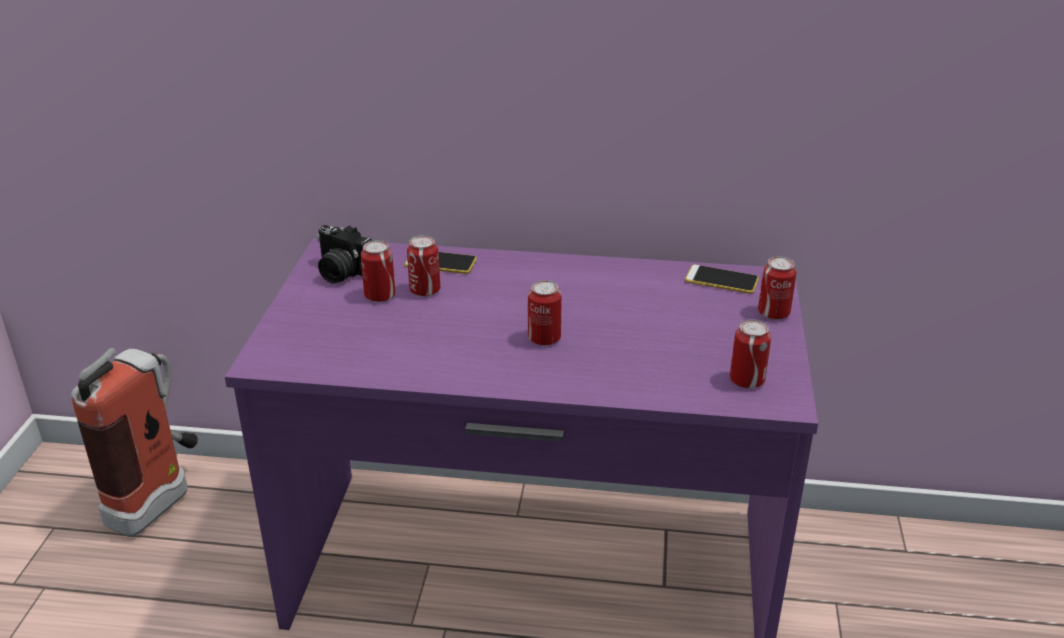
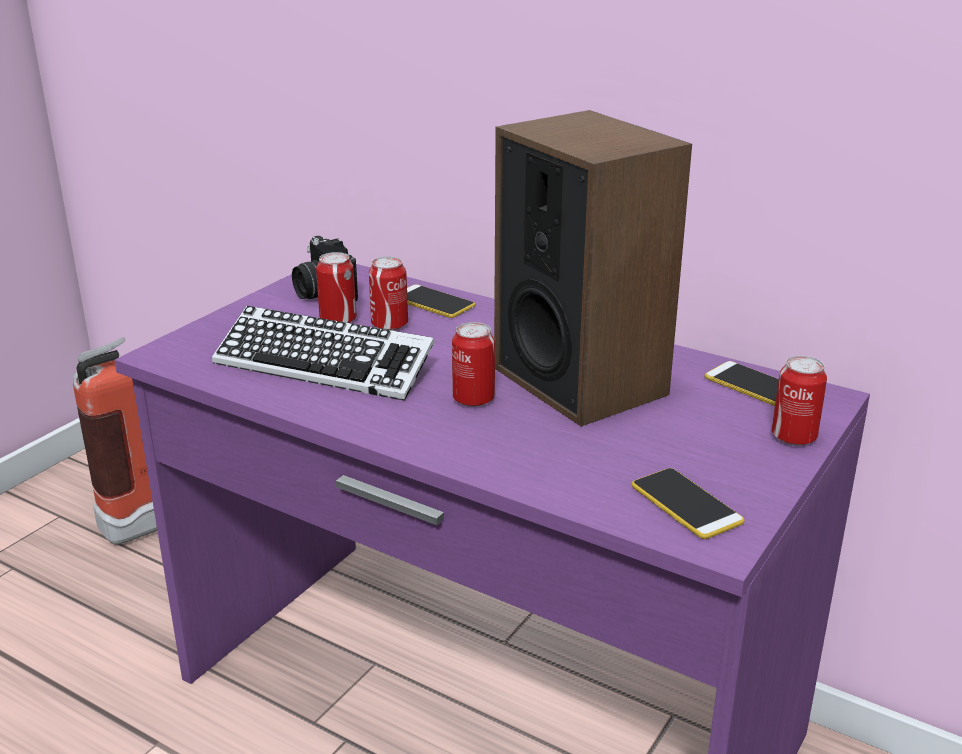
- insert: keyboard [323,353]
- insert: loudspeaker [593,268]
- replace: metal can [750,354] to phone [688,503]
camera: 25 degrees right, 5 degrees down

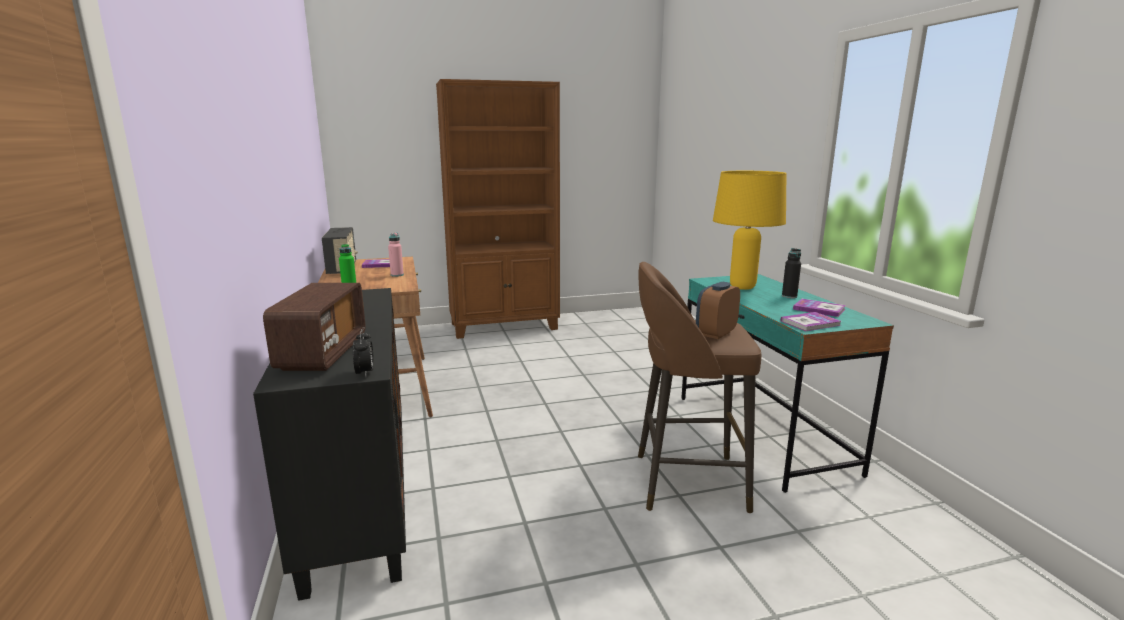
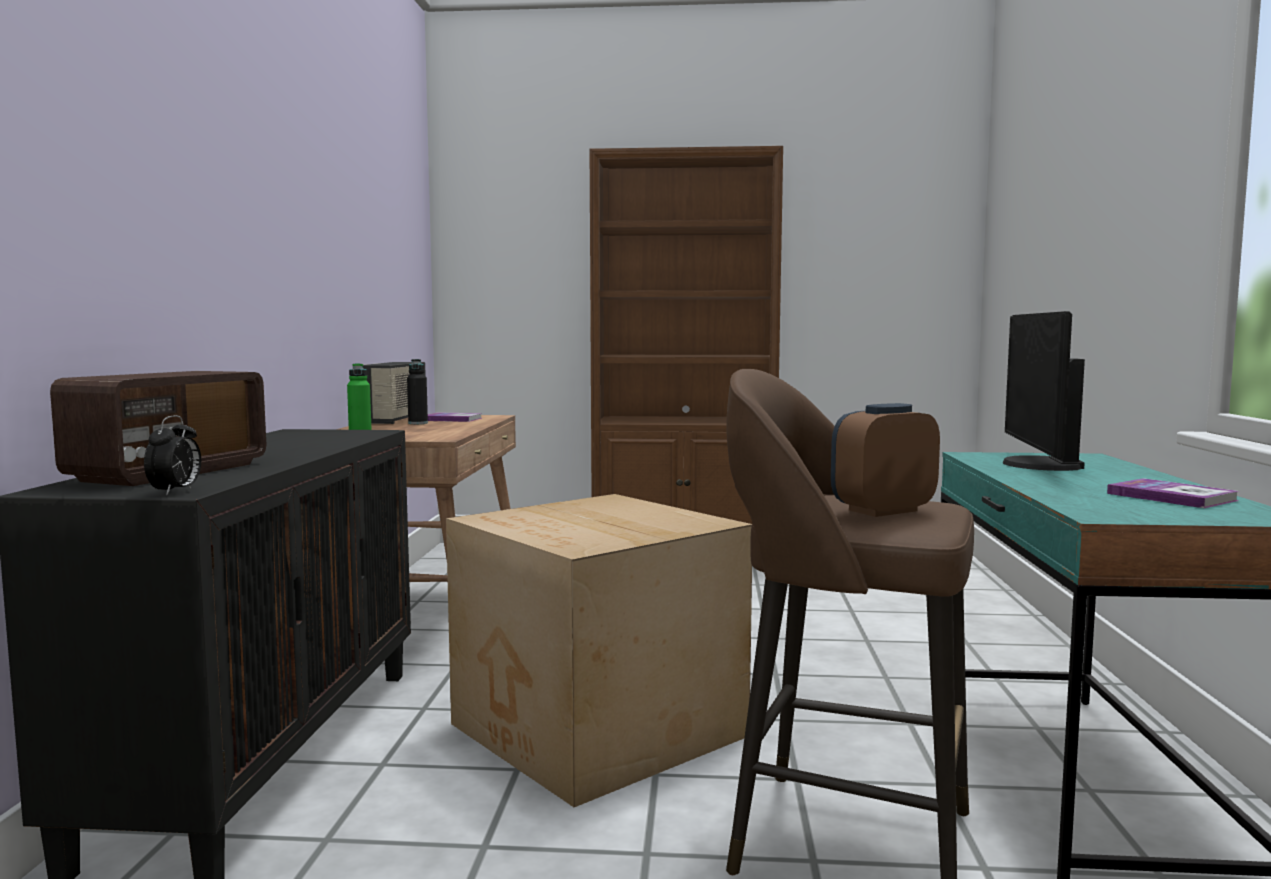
- move: blackish beverage bottle [791,273] to [417,391]
- insert: cardboard box [599,650]
- replace: yellow-coloured table lamp [750,230] to computer screen [1044,391]
- delete: pink-coloured beverage bottle [396,255]
- delete: volume [811,321]
camera: 20 degrees right, 10 degrees down

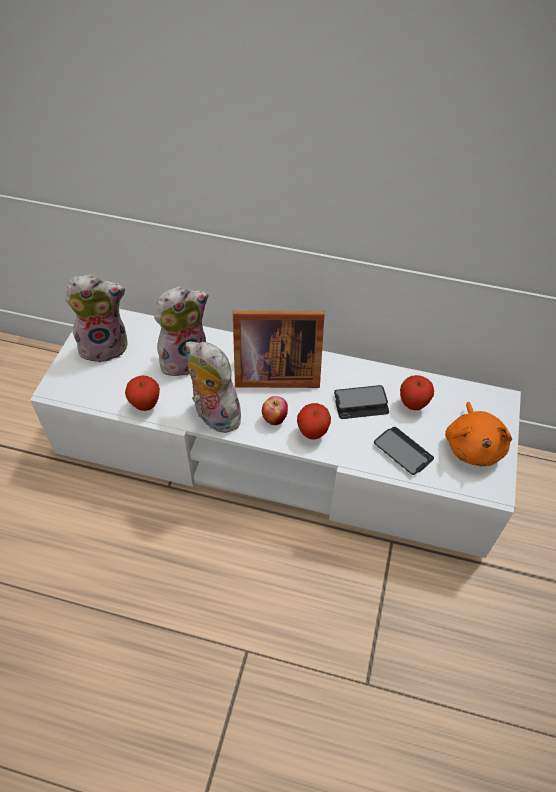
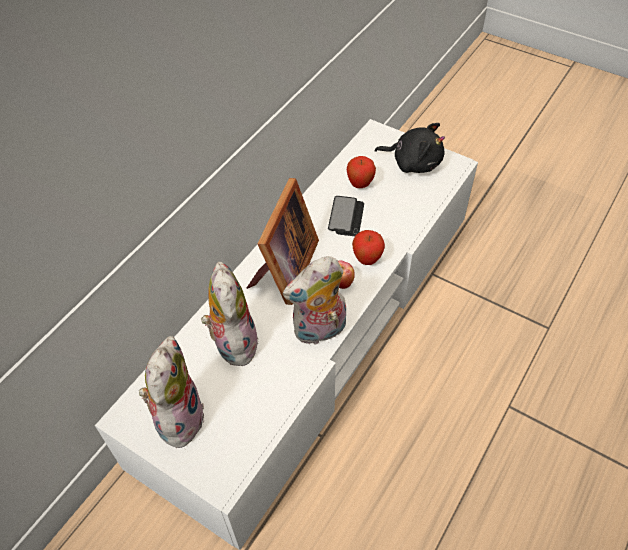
- recolor: orange cuddly toy [478,434] to blackish cuddly toy [410,148]
- delete: whole apple [142,393]
- delete: phone [404,451]
camera: 70 degrees left, 0 degrees up

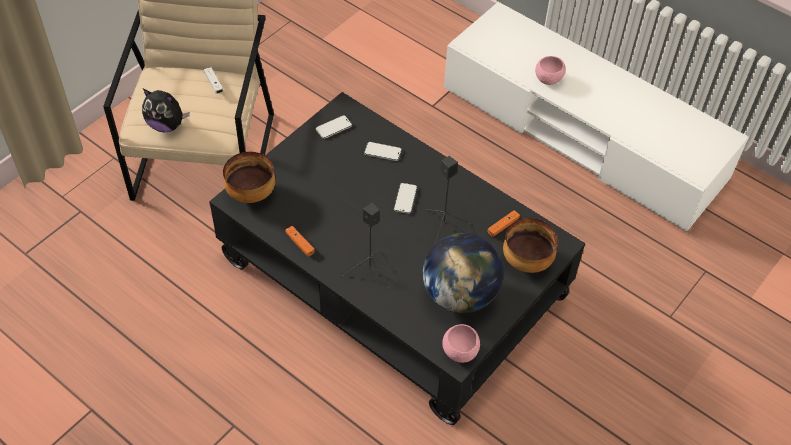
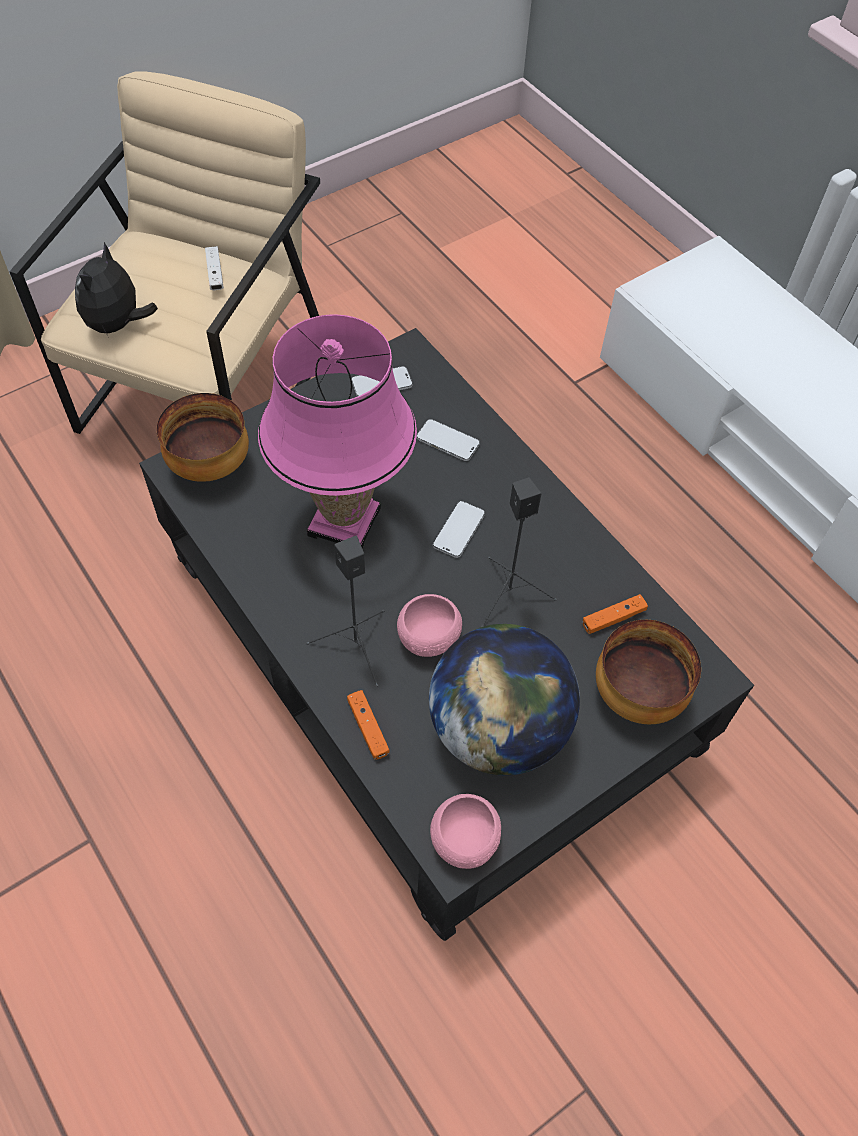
- rotate: cuddly toy [166,110] = [116,290] 75 degrees clockwise
- insert: pink-coloured table lamp [337,431]
- move: orange joypad [300,241] to [368,725]
- move: pink-coloured serving bowl [550,70] to [429,625]
camera: 15 degrees right, 5 degrees up

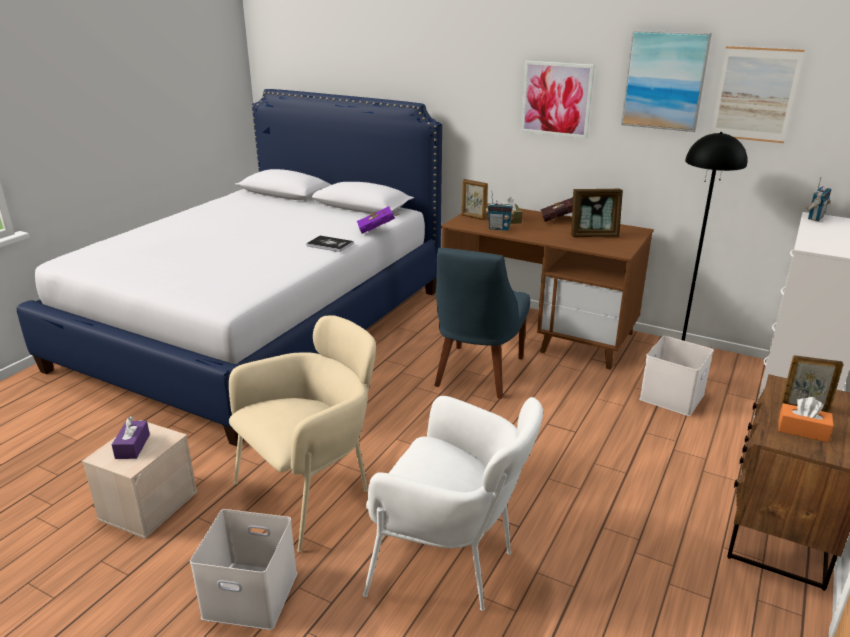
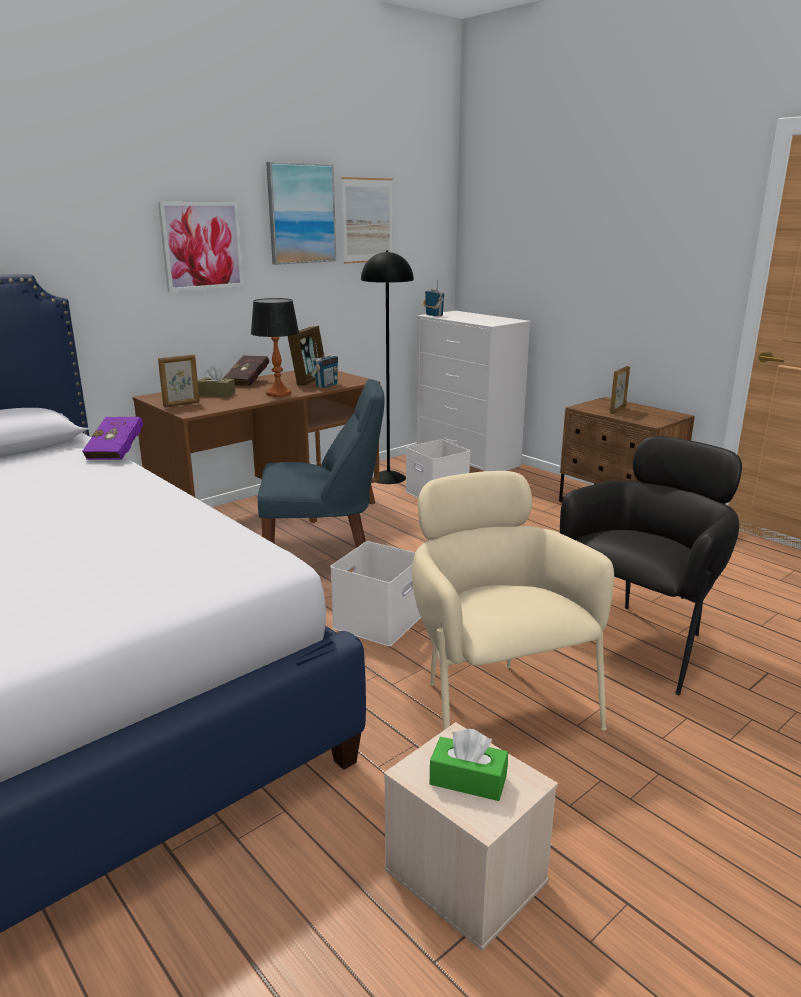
- insert: table lamp [275,347]
- rotate: blue plain chair [482,323] = [321,463] 45 degrees counterclockwise
- move: radio [500,210] to [324,365]
- move: white storage bin [243,569] to [375,593]
- recolor: purple tissue box [131,437] to green tissue box [469,765]
- recolor: white armchair [453,503] to blackish armchair [651,565]
- delete: volume [330,244]
- delete: orange tissue box [806,419]
camera: 70 degrees left, 5 degrees down

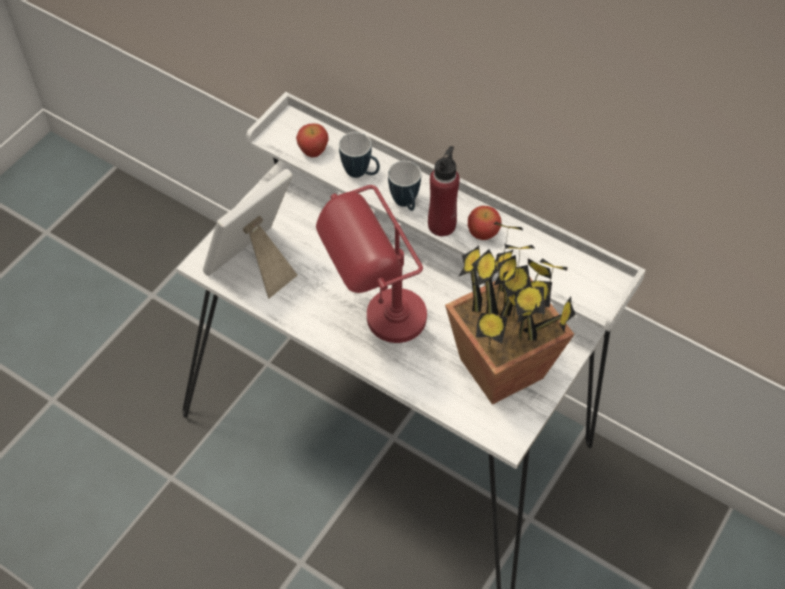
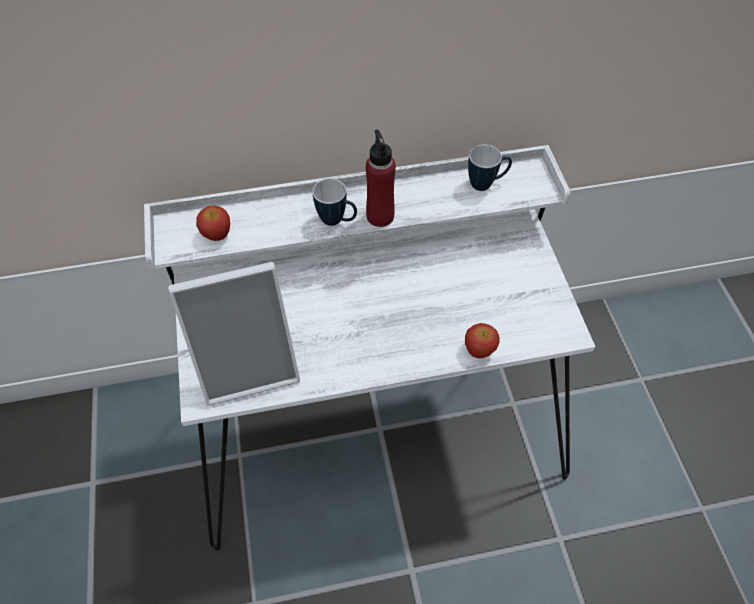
- rotate: photo frame [250,234] = [234,334] 105 degrees counterclockwise
- move: whole apple [484,223] to [482,340]
- move: mug [359,155] to [490,168]
- delete: red table lamp [371,264]
- delete: houseplant [510,313]
camera: 45 degrees left, 0 degrees up

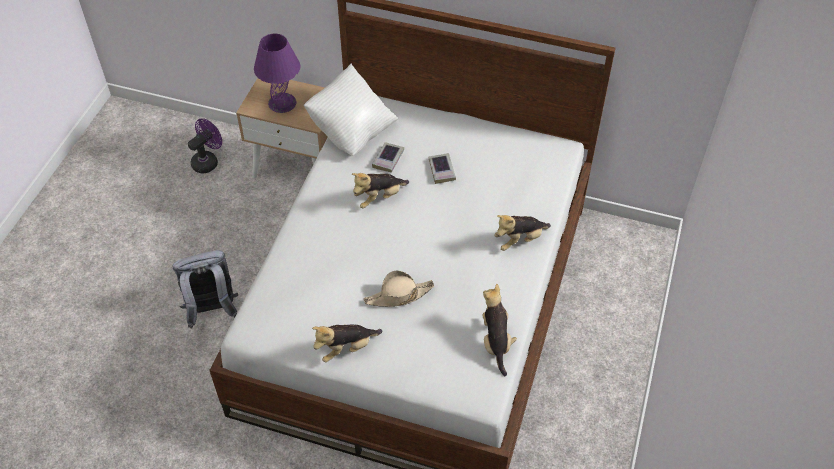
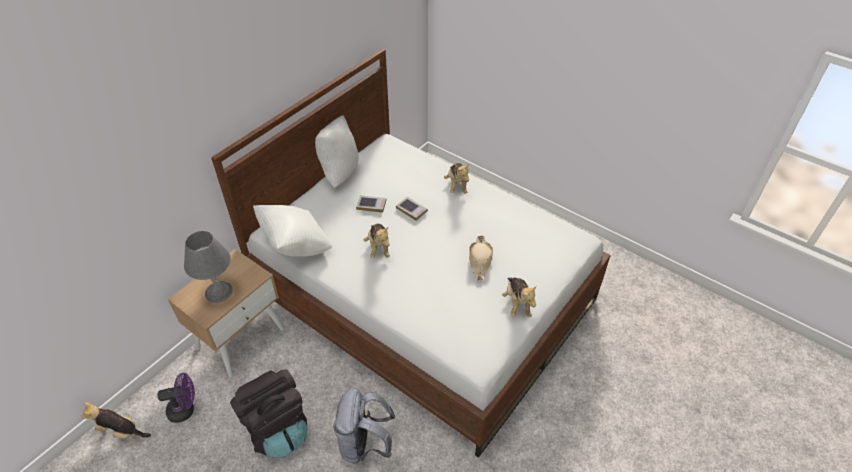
- move: cuddly toy [499,330] to [116,420]
- rotate: purple cooling fan [205,145] = [176,398] 105 degrees clockwise
- recolor: purple table lamp [277,73] to grey table lamp [208,267]
- insert: blackish knapsack [268,413]
- insert: white pillow [337,151]
- move: volume [388,157] to [412,209]
camera: 70 degrees left, 5 degrees down

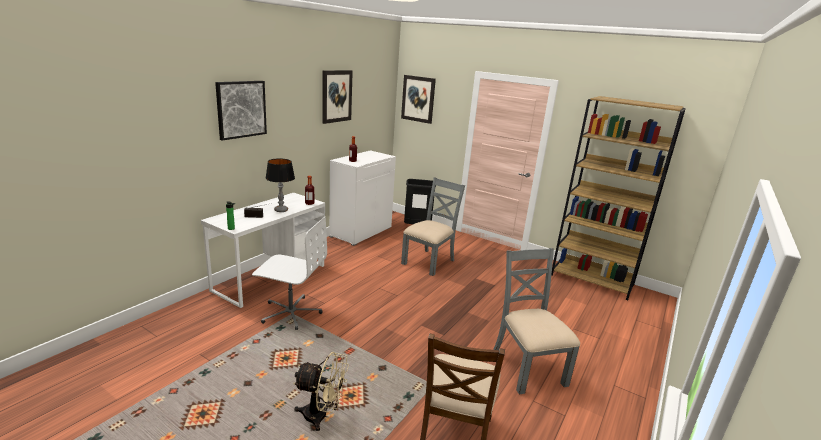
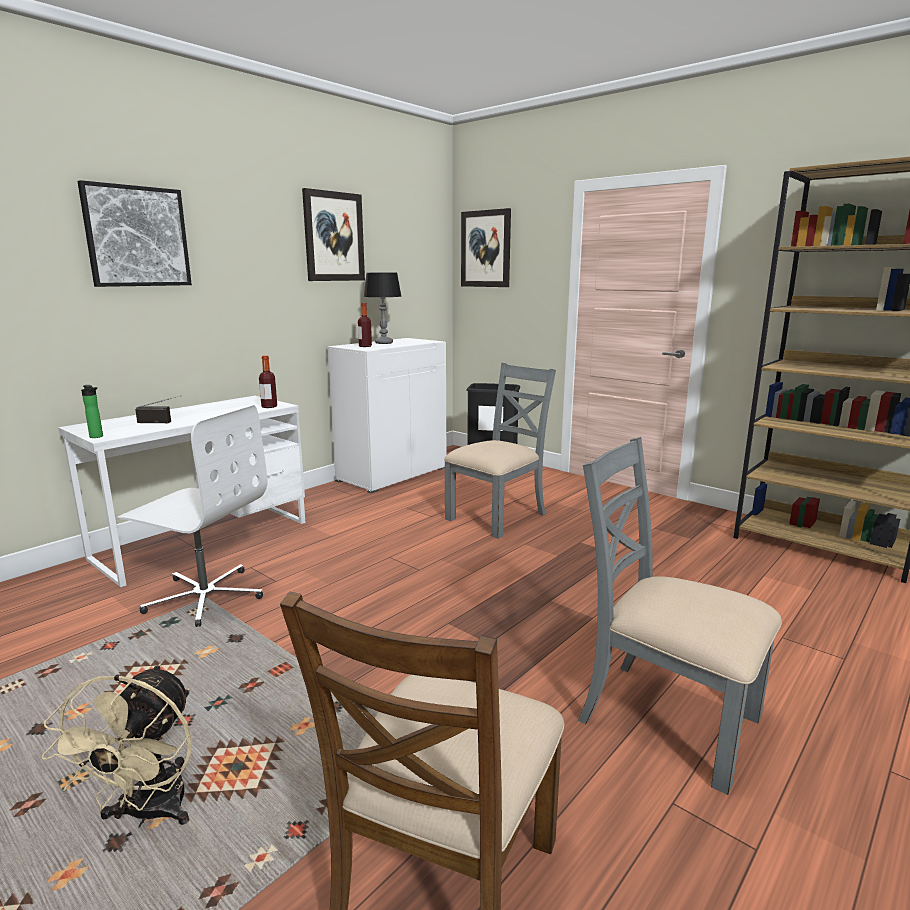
- rotate: beige cooling fan [321,391] = [117,746] 75 degrees clockwise
- move: table lamp [280,185] to [382,308]
- rotate: grey plain chair [536,321] = [680,616] 45 degrees counterclockwise
camera: 10 degrees right, 5 degrees down

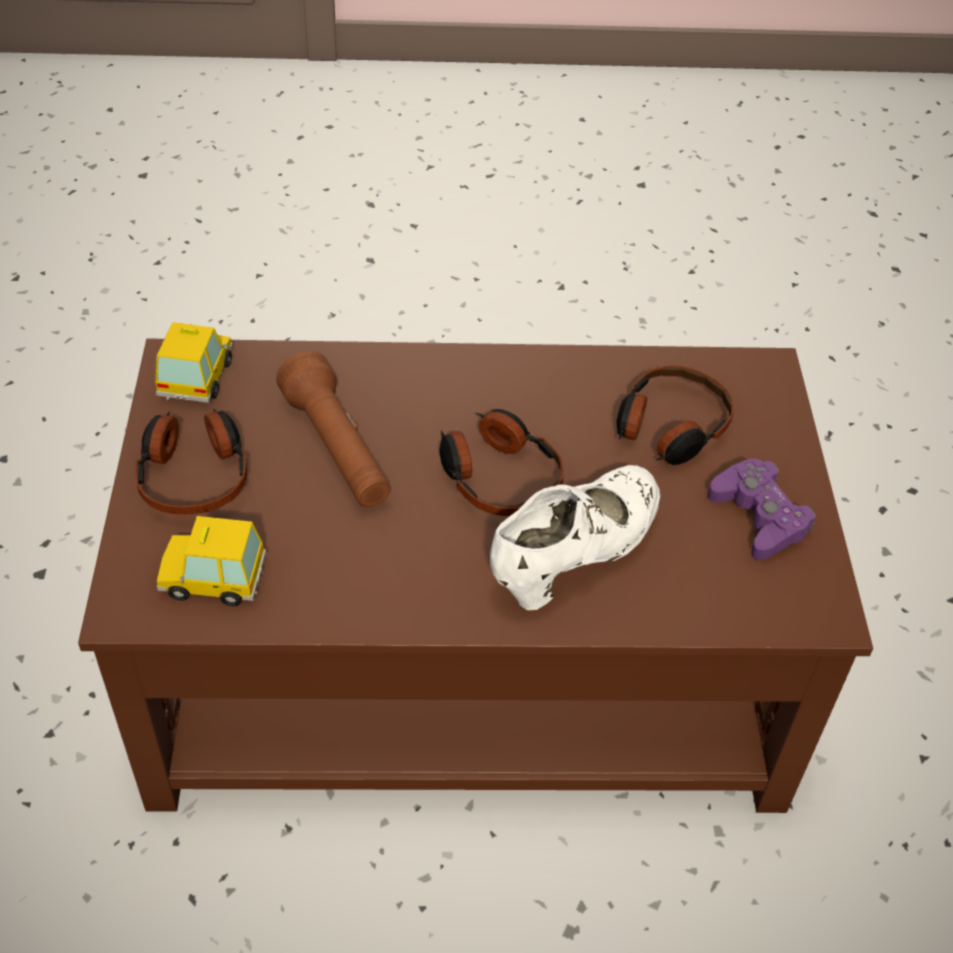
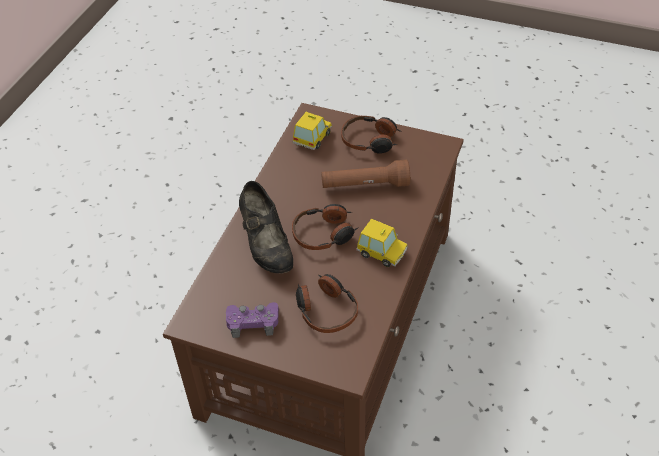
- recolor: white shoe [575,537] to blackish shoe [266,227]
- move: toy car [194,362] to [382,242]
camera: 115 degrees right, 0 degrees up

